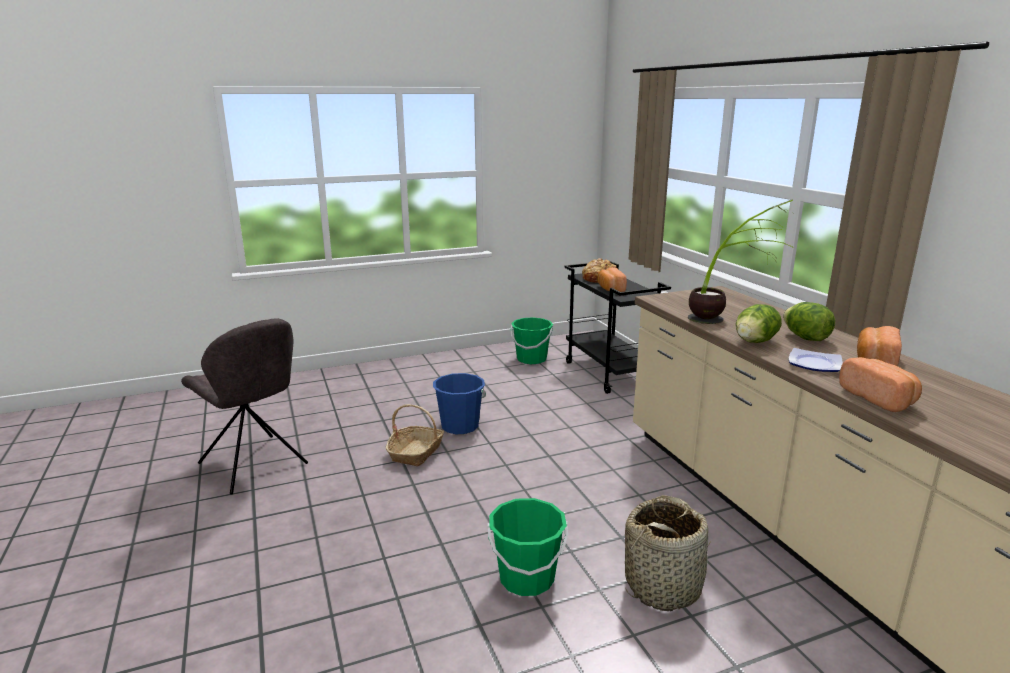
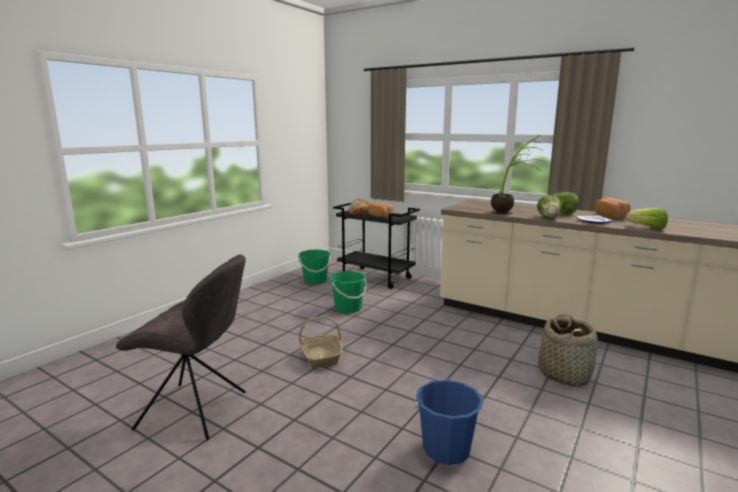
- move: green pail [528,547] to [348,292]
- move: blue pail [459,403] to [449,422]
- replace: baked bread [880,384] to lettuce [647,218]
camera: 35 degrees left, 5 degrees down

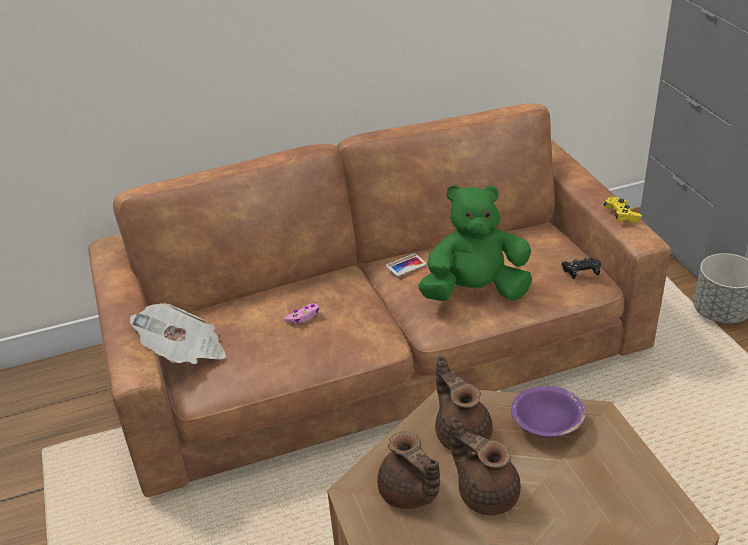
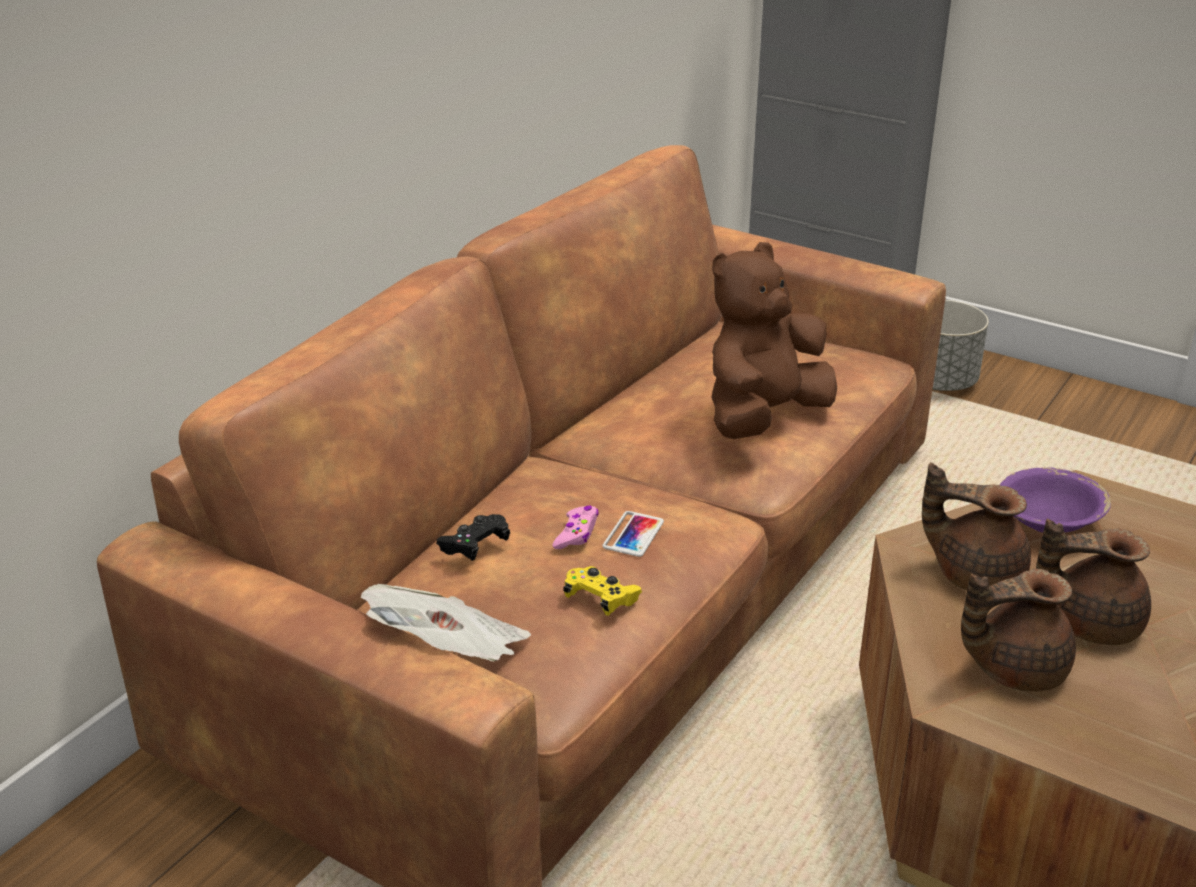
- move: blackish joypad [581,268] to [473,537]
- move: yellow-coloured joypad [623,210] to [602,591]
- move: phone [406,265] to [633,534]
- recolor: green cuddly toy [475,243] to brown-coloured cuddly toy [774,340]
- rotate: brown-coloured pot for tea [408,470] = [1018,630] 150 degrees clockwise
camera: 40 degrees left, 5 degrees down

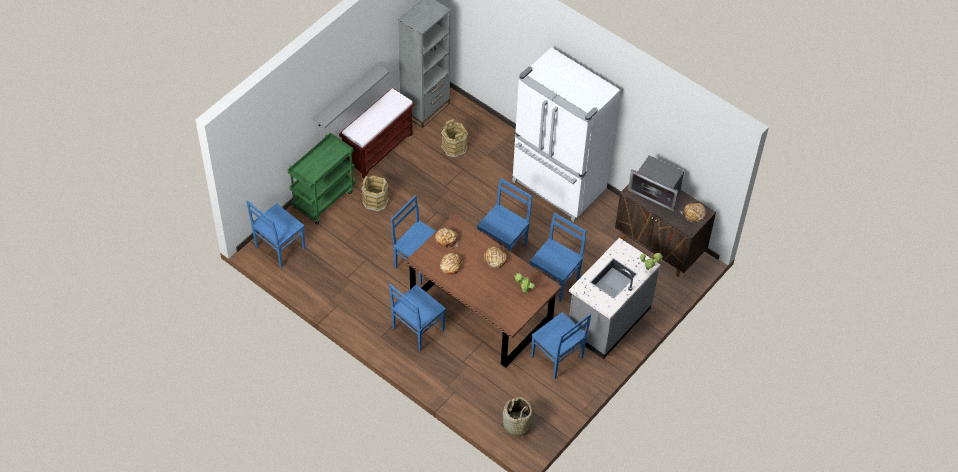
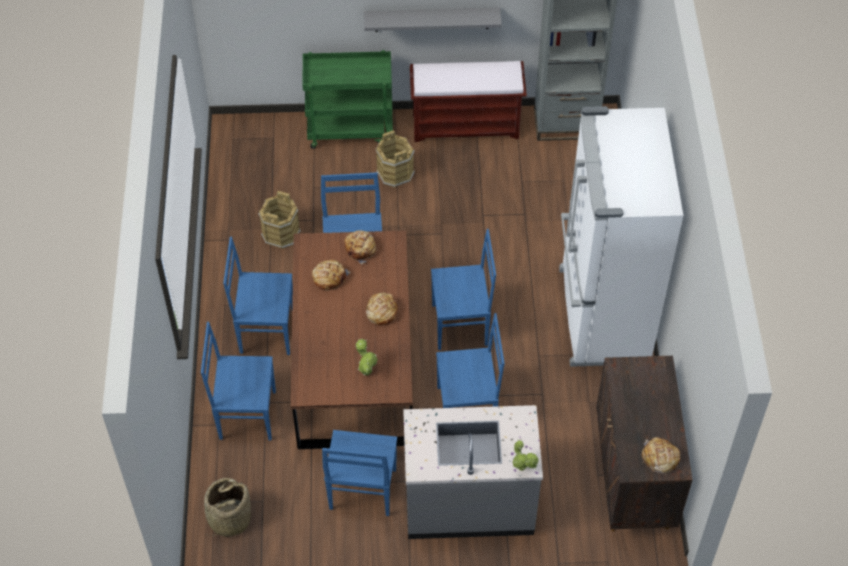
- move: blue plain chair [275,234] to [238,381]
- move: brown-coloured pail [454,138] to [279,220]
- delete: microwave oven [656,183]
camera: 50 degrees right, 0 degrees up

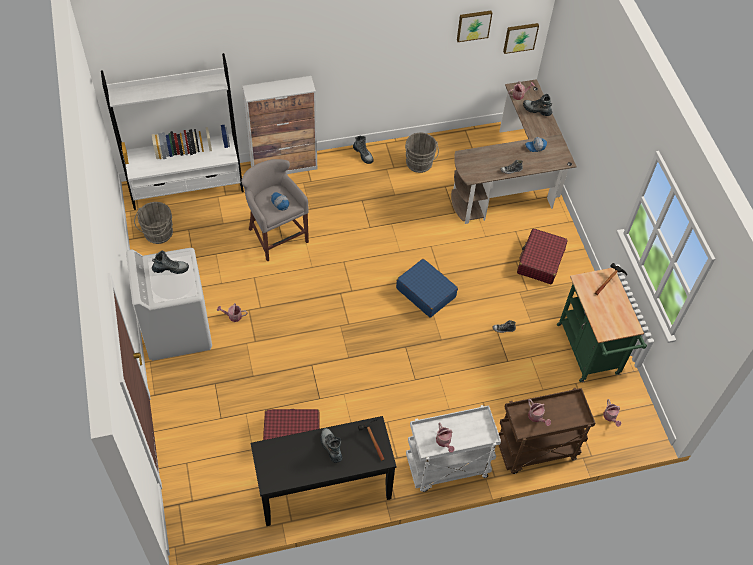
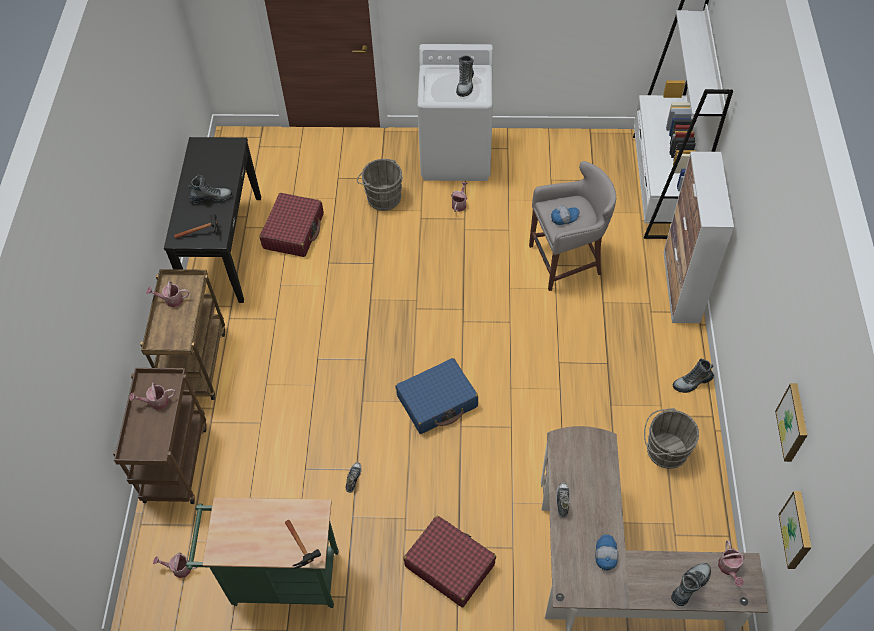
- recolor: white wheeled cart [453,448] to brown-coloured wheeled cart [182,334]
- move: grey pail [153,223] to [380,185]
camera: 110 degrees right, 0 degrees up

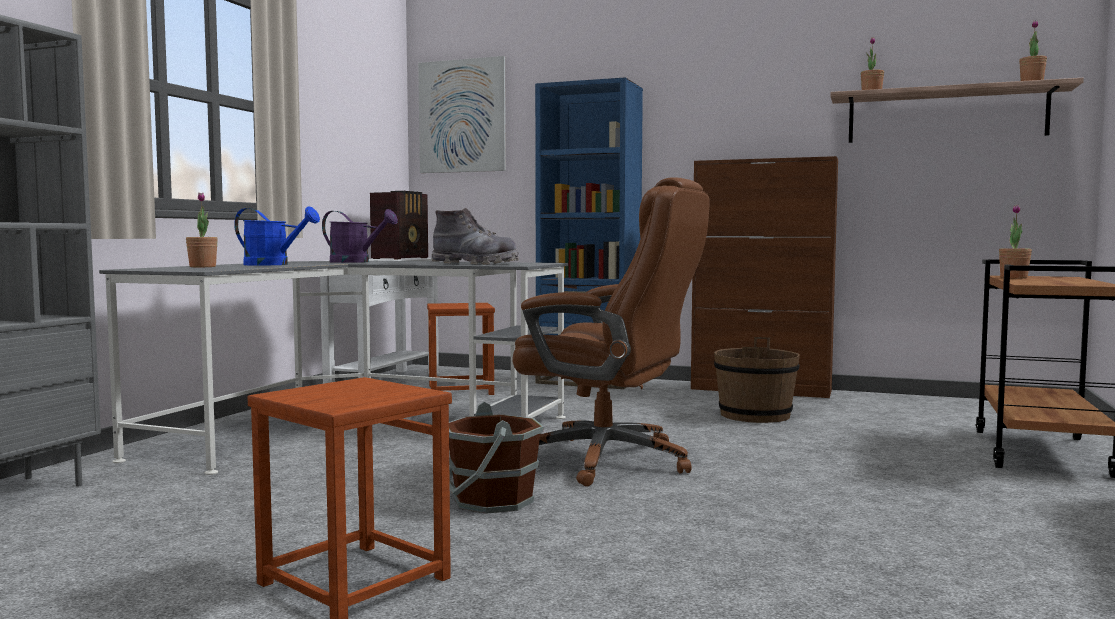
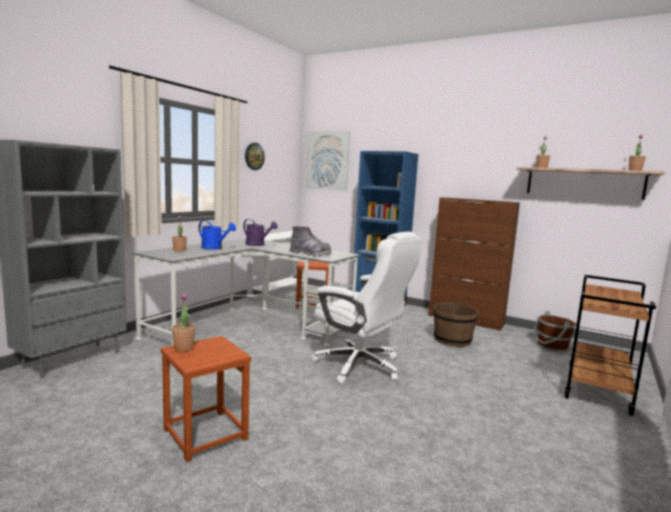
- move: houseplant [1015,241] to [183,322]
- insert: clock on the wall [255,156]
- recolor: brown-coloured office chair [611,331] to white office chair [366,308]
- move: brown-coloured pail [496,458] to [555,331]
- delete: radio [399,225]
camera: 10 degrees right, 5 degrees up

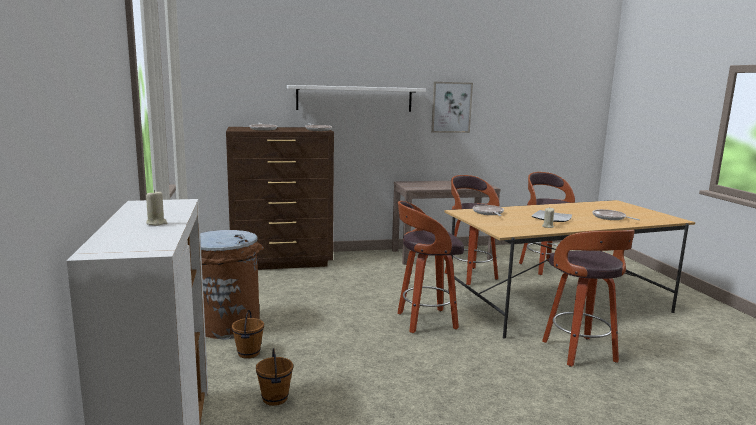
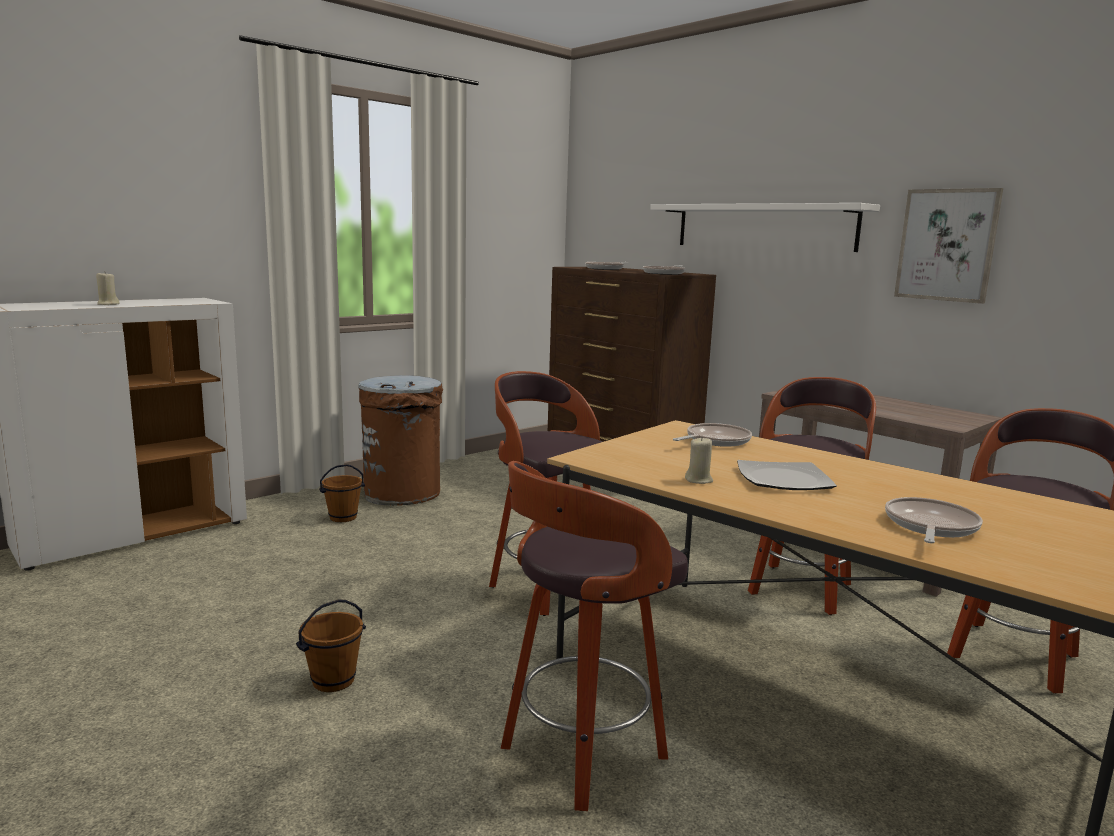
- move: brown-coloured pail [274,377] to [331,645]
camera: 60 degrees right, 0 degrees up

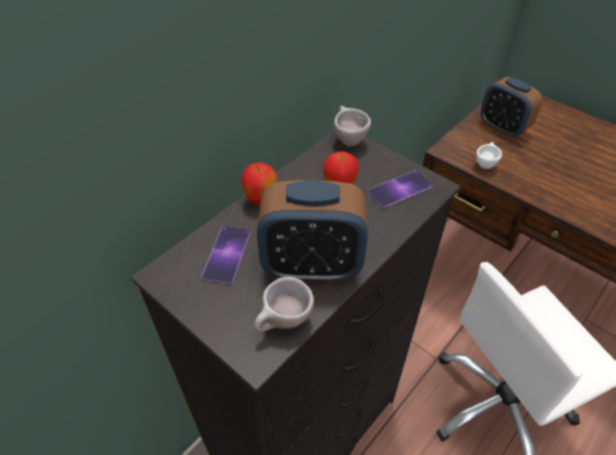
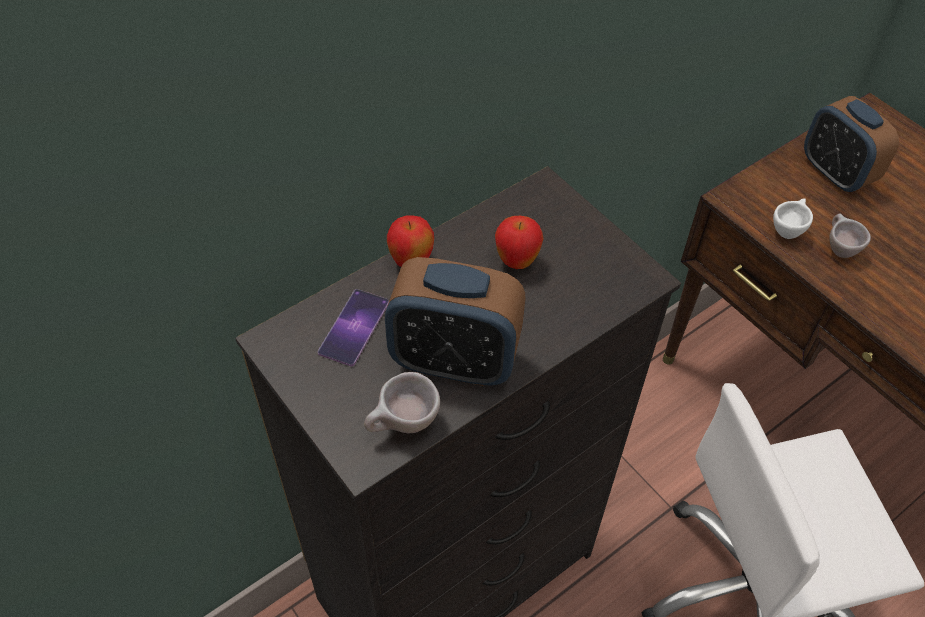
- move: beige drinking cup [352,126] to [850,235]
- delete: phone [400,189]
camera: 10 degrees right, 5 degrees up

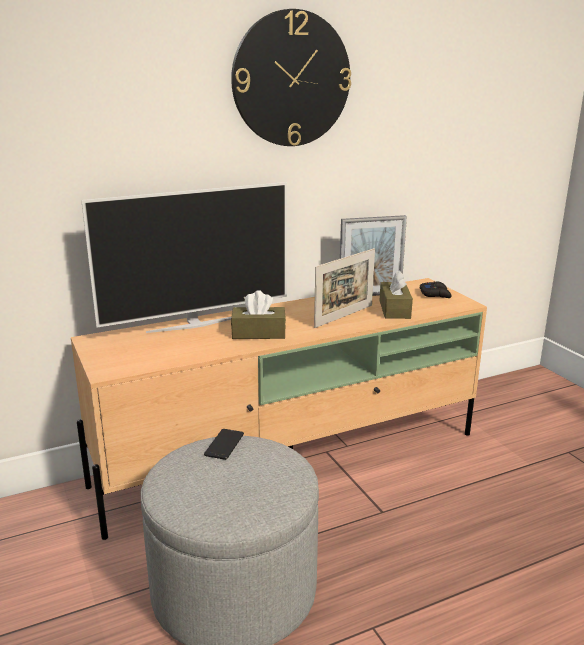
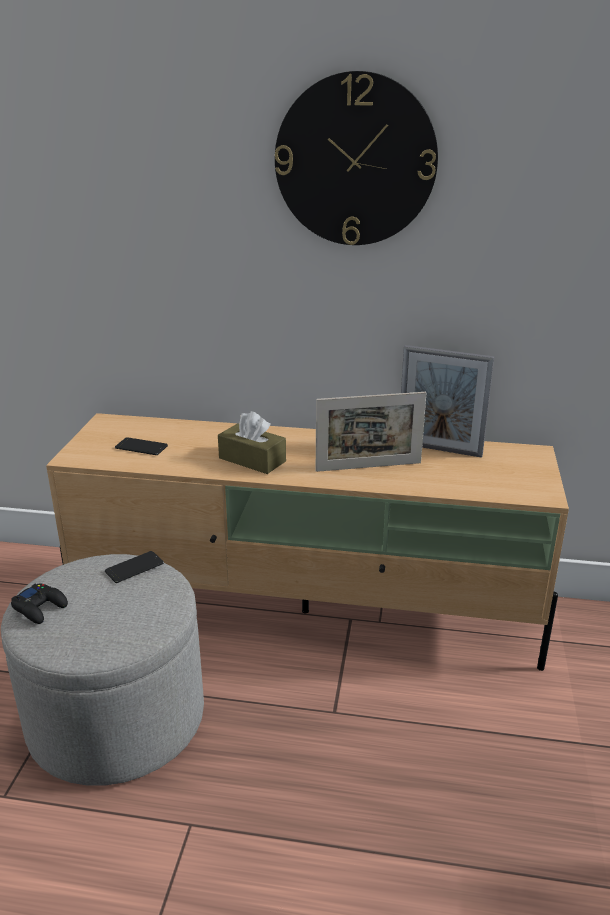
- move: blackish joypad [435,289] to [39,603]
- insert: phone [141,446]
- delete: TV set [184,257]
- delete: brown-coloured tissue box [396,294]
camera: 35 degrees right, 5 degrees up

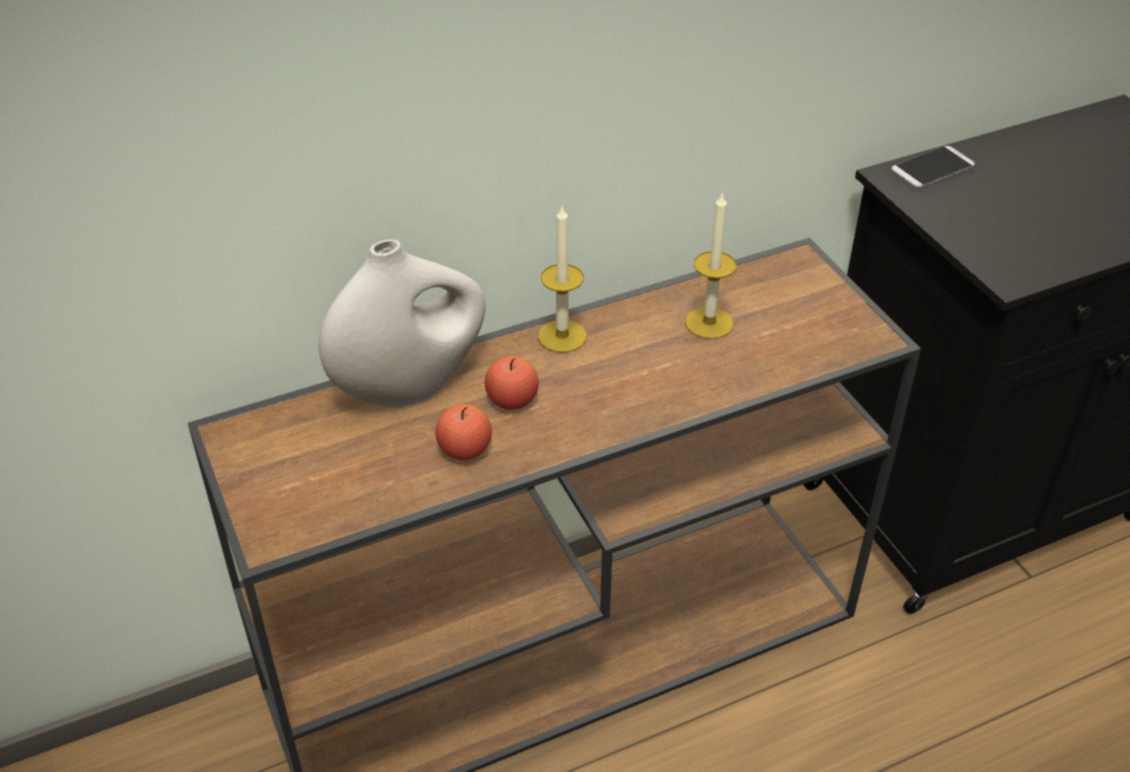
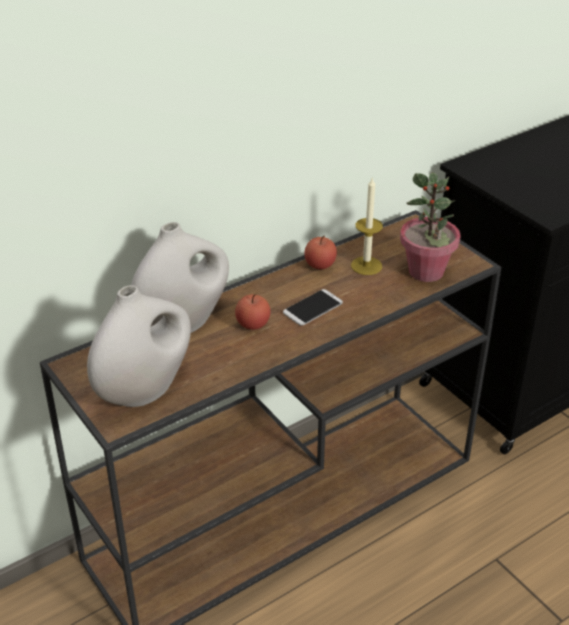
- insert: white flower vase [139,346]
- move: phone [933,167] to [313,307]
- move: whole apple [463,432] to [320,252]
- insert: houseplant [430,227]
- delete: candle [562,280]
camera: 10 degrees left, 5 degrees down

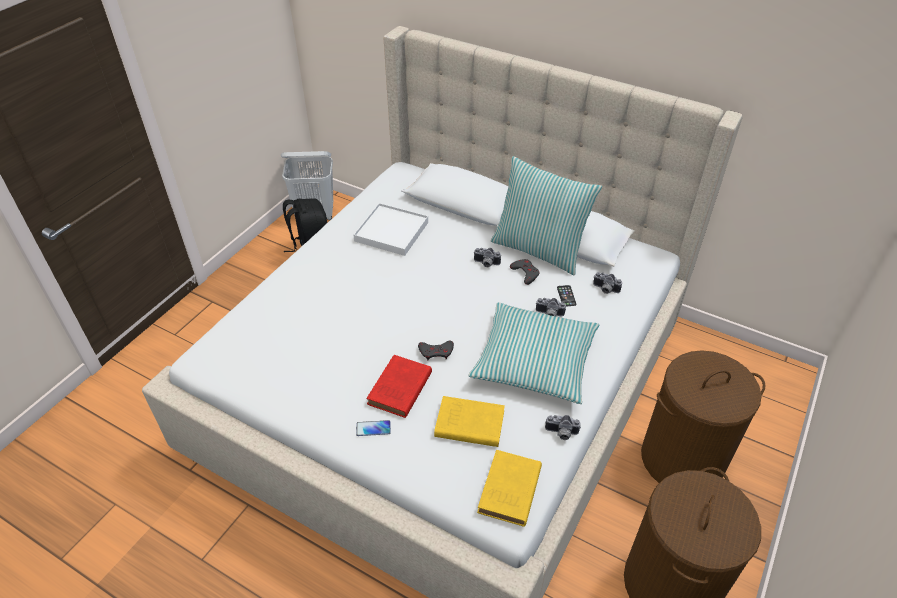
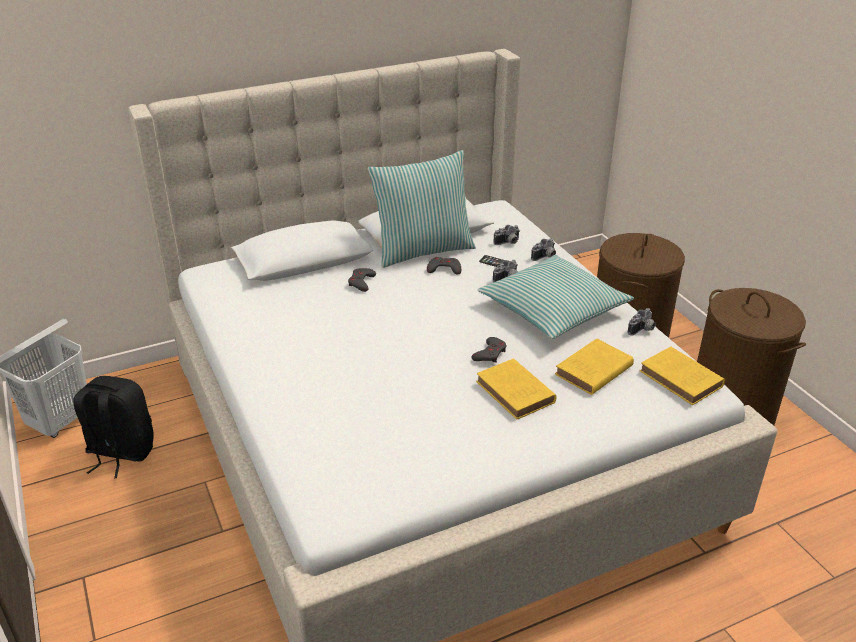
- insert: grey joypad [362,280]
- recolor: red volume [399,386] to yellow-coloured volume [516,389]
- move: still camera [487,257] to [543,249]
- delete: white carrying tray [390,229]
- delete: phone [373,428]
camera: 55 degrees left, 10 degrees down

